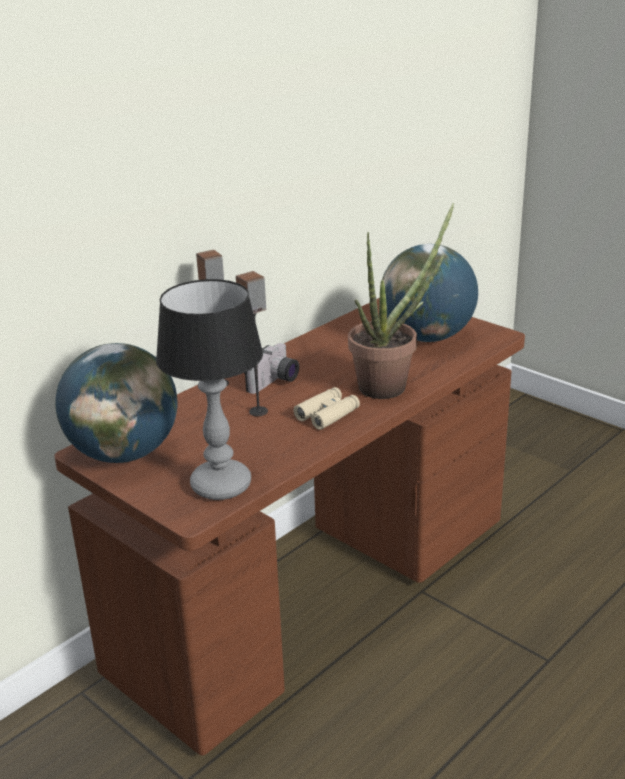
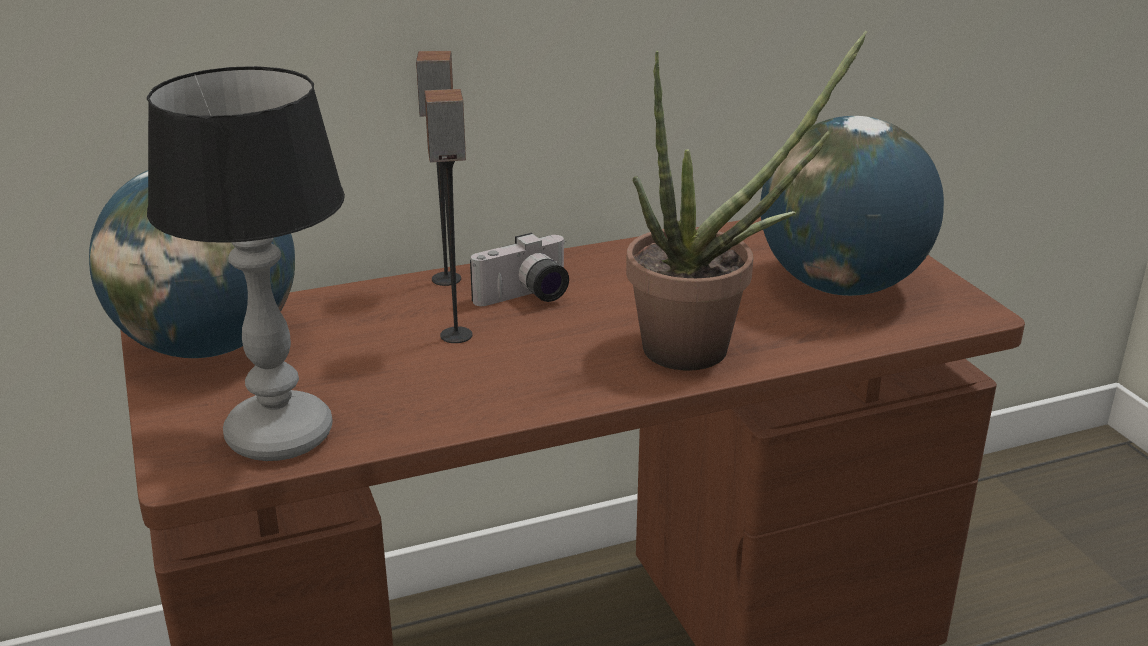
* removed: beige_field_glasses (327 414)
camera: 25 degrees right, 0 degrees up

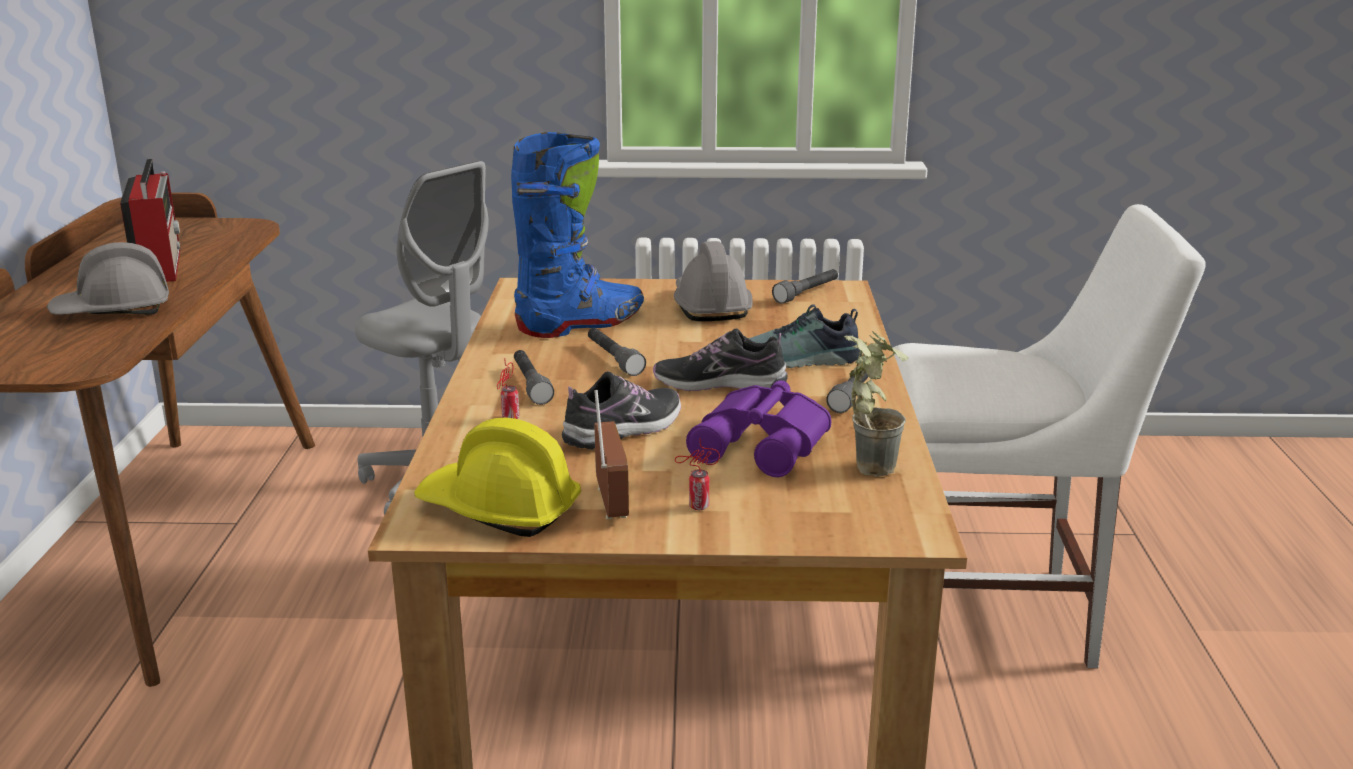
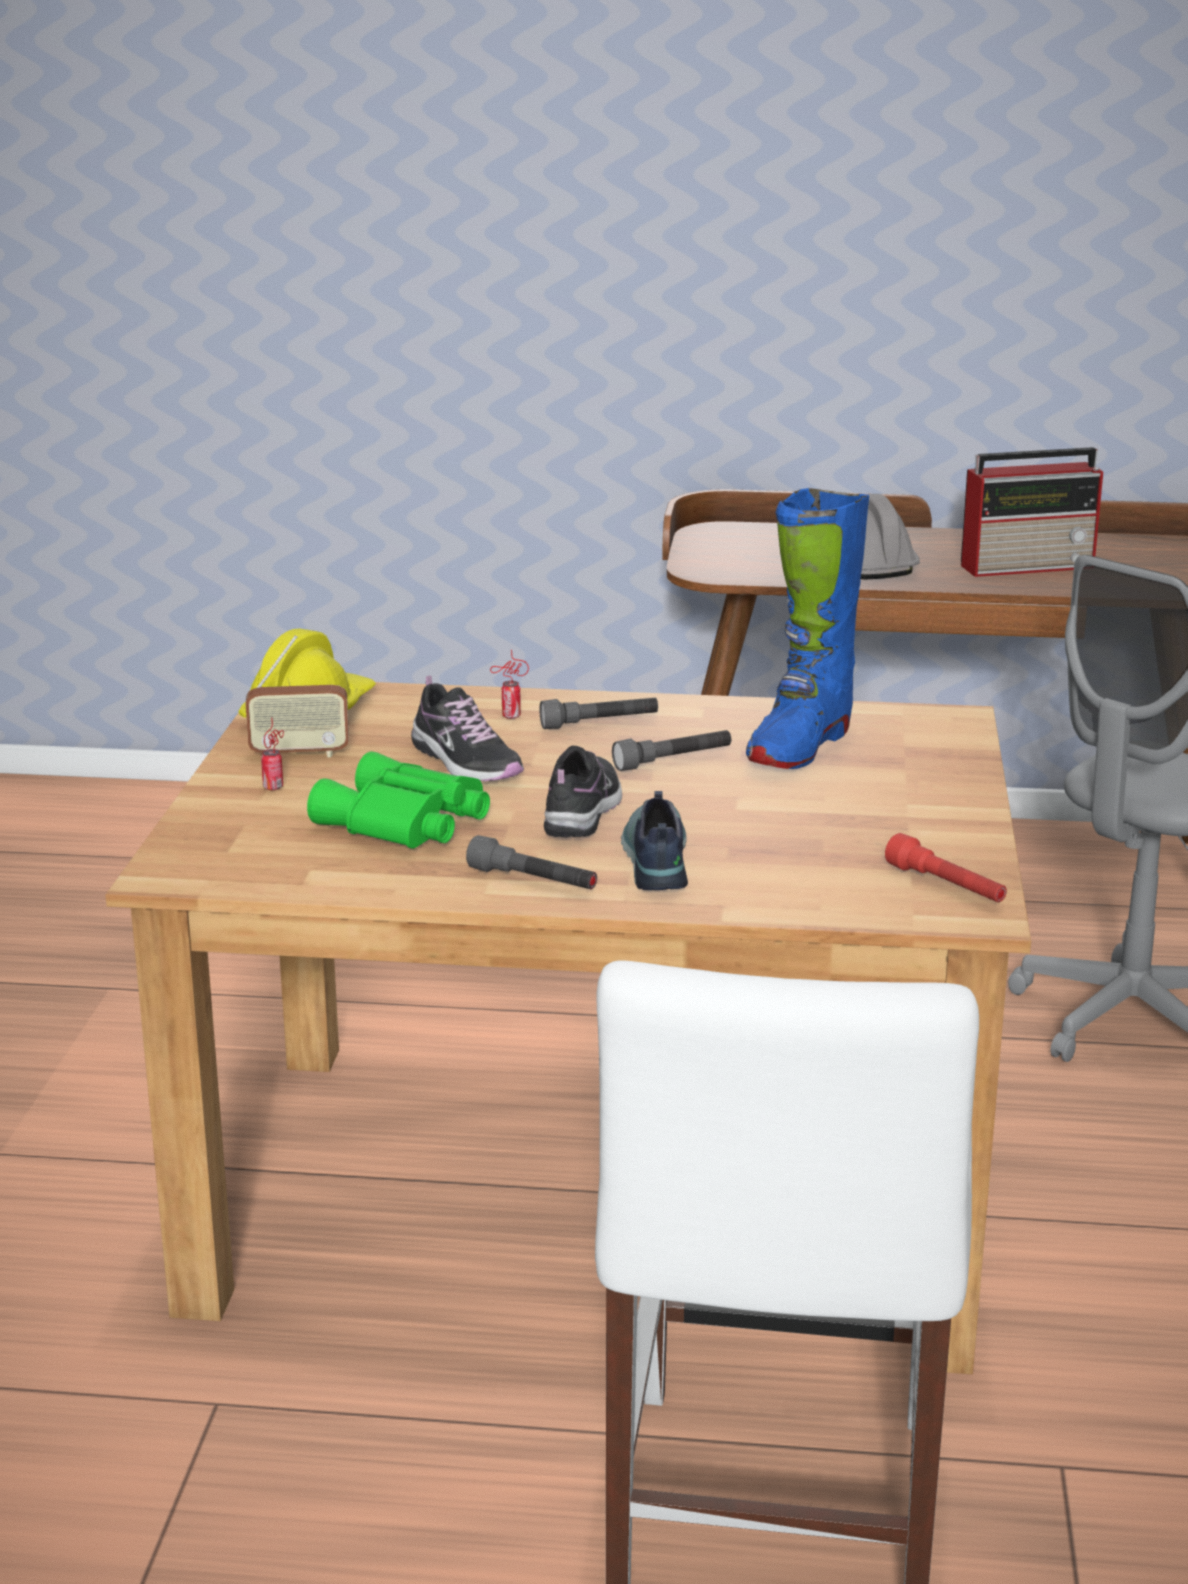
* recoloured: purplish_field_glasses (765 444) to greenish_field_glasses (404 823)
* turned: blue_tall_boot (581 324) = (800 747) 60 degrees clockwise
* recoloured: grey_hand_torch (807 293) to reddish_hand_torch (946 886)
* removed: grey_work_helmet (710 306)
* removed: houseplant (867 464)
camera: 95 degrees right, 0 degrees up

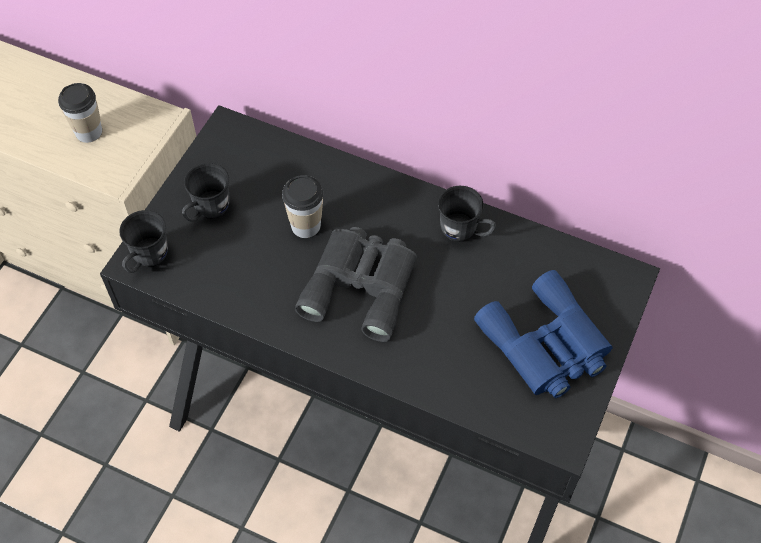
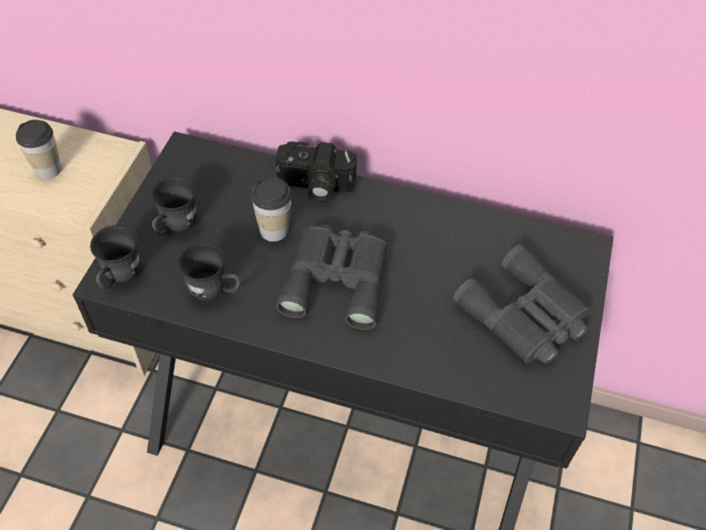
* moved: grey_mug (465 233) to (215 291)
* added: still_camera (314 186)
* recoloured: blue_field_glasses (546 346) to grey_field_glasses (525 317)
camera: 10 degrees left, 5 degrees down

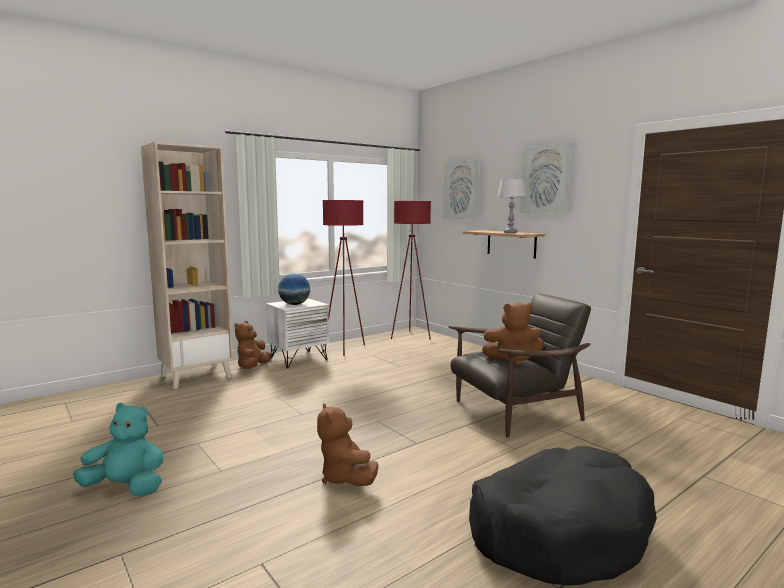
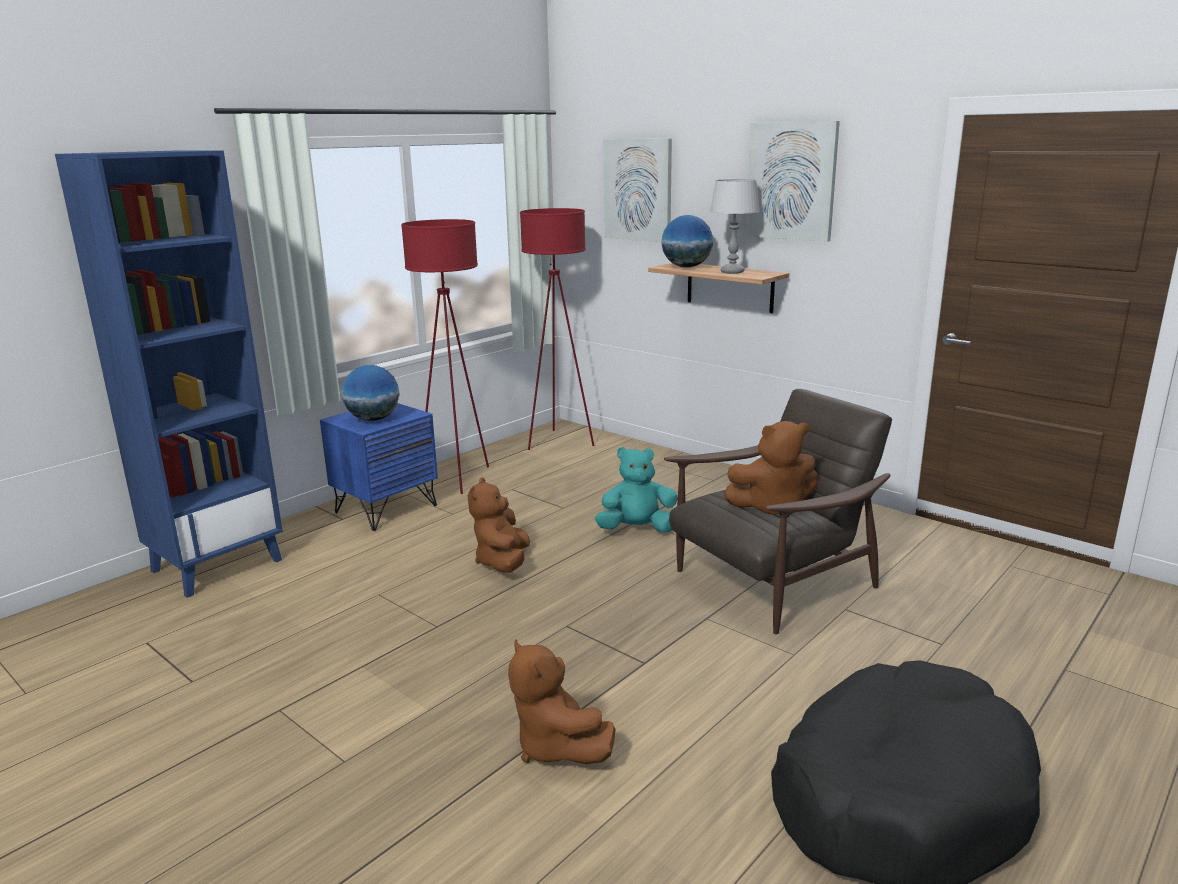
* recoloured: beige_bookshelf (196 376) to blue_bookshelf (217 565)
* recoloured: whitish_bedside_table (298 359) to blue_bedside_table (386 509)
* moved: brown-coloured_soft_toy (252 367) to (502 562)
* moved: turquoise_soft_toy (126 488) to (637 529)
* added: desk_globe (686 267)
camera: 10 degrees left, 10 degrees up

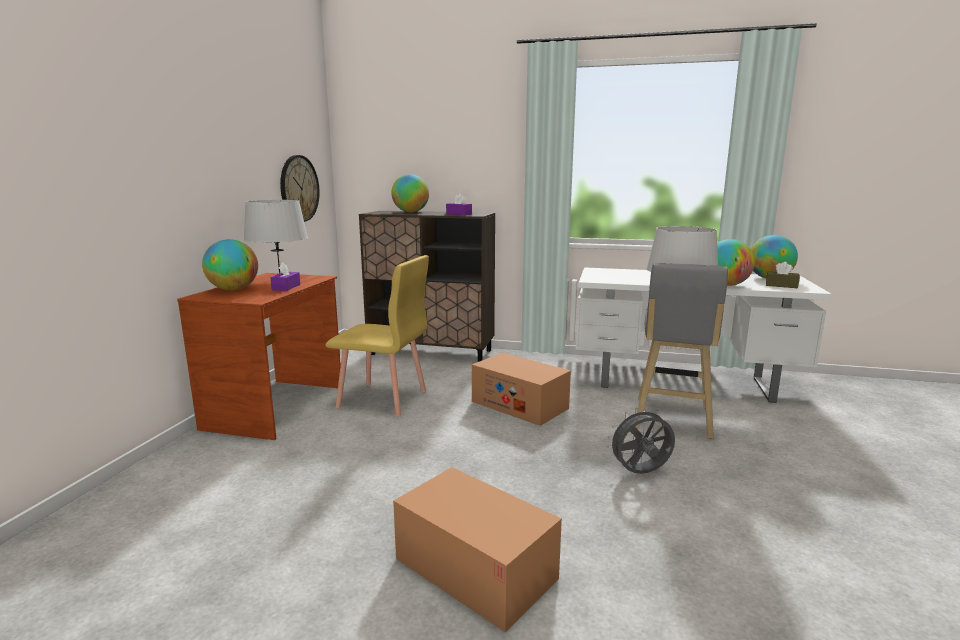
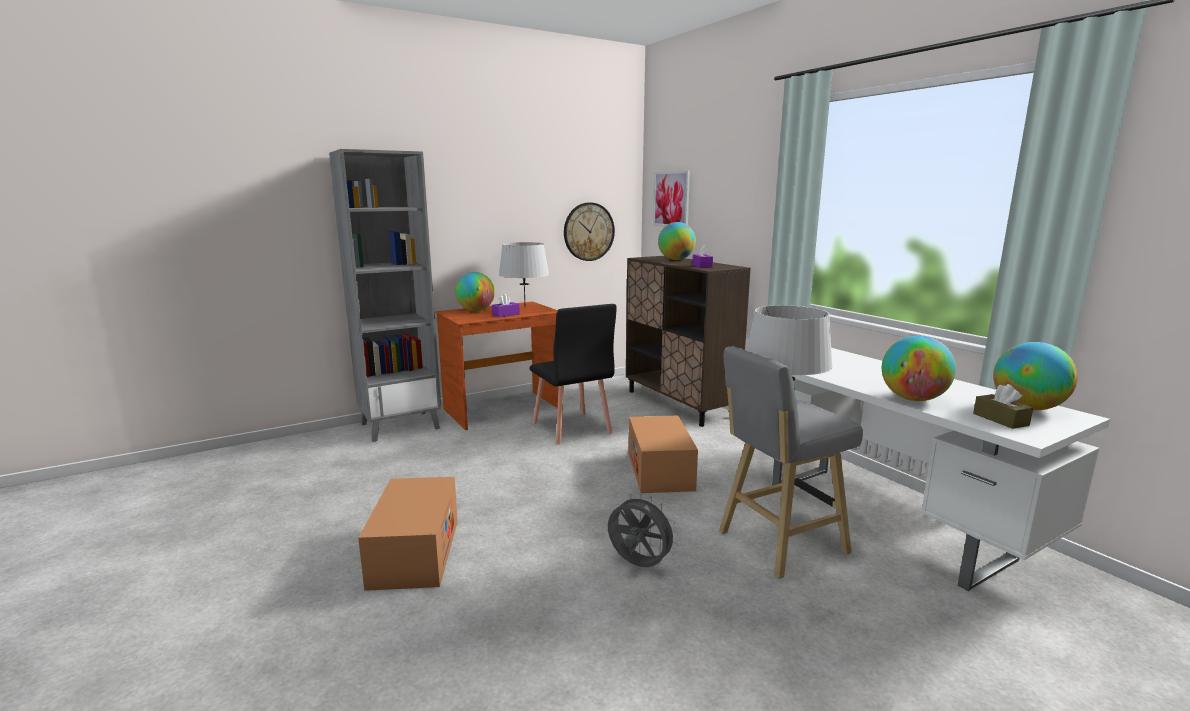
* added: grey_bookshelf (400 426)
* recoloured: yellow-coloured_plain_chair (383 399) to black-coloured_plain_chair (571 428)
* added: wall_art (671 199)
camera: 45 degrees right, 0 degrees up

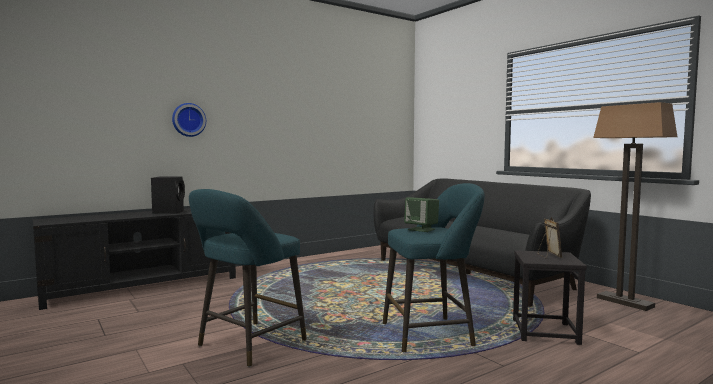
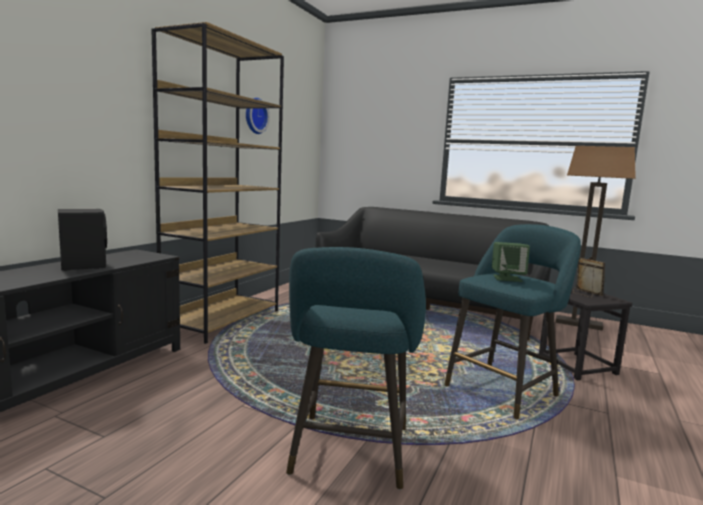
* added: brown-coloured_bookshelf (223 320)
* moved: clock_on_the_wall (188 120) to (254 116)
camera: 30 degrees left, 5 degrees up

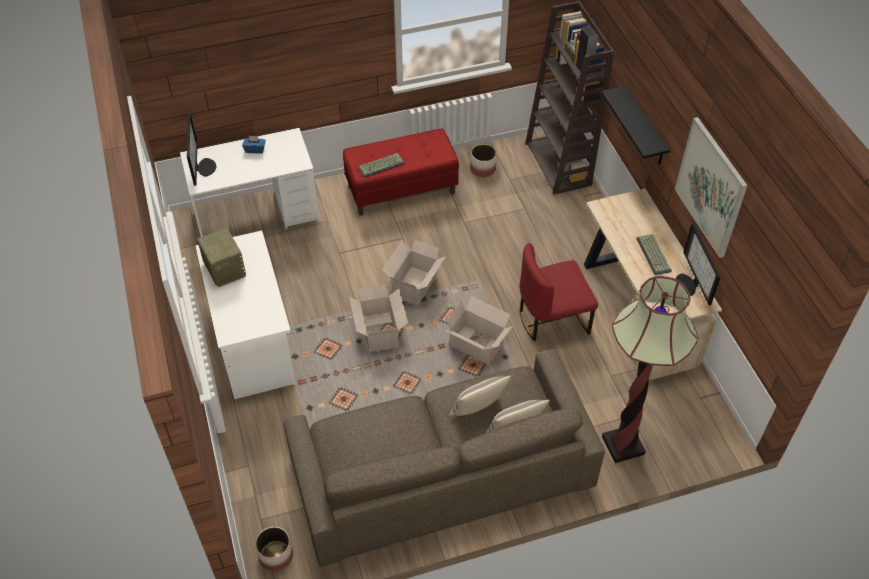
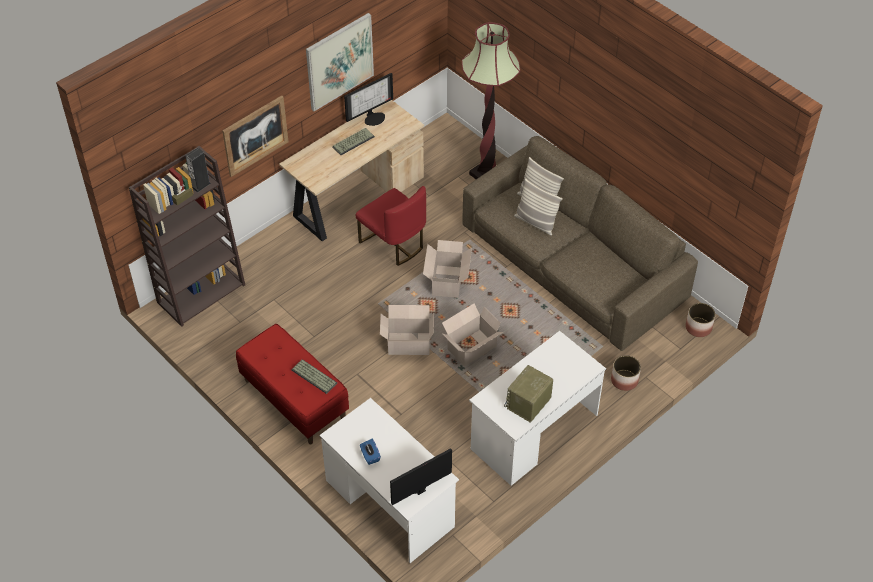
* replaced: black-coloured_shelf (645 127) to wall_art (255 135)
* moved: plant_pot (483 169) to (624 380)
camera: 115 degrees left, 0 degrees up

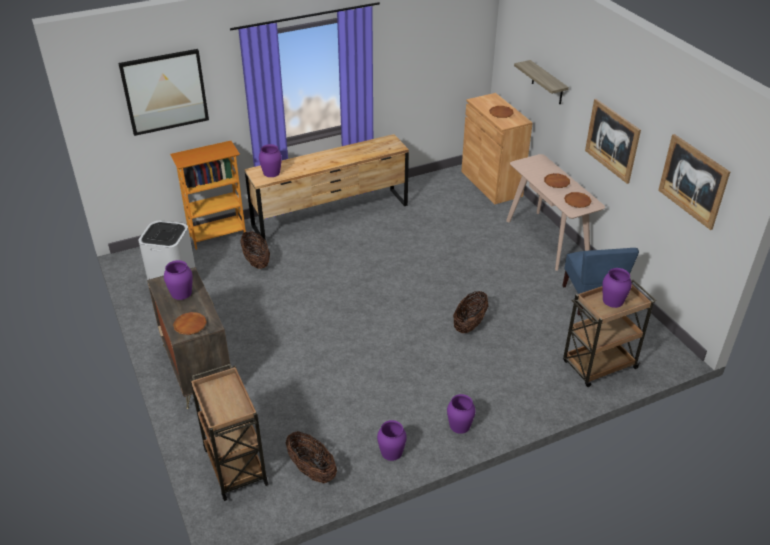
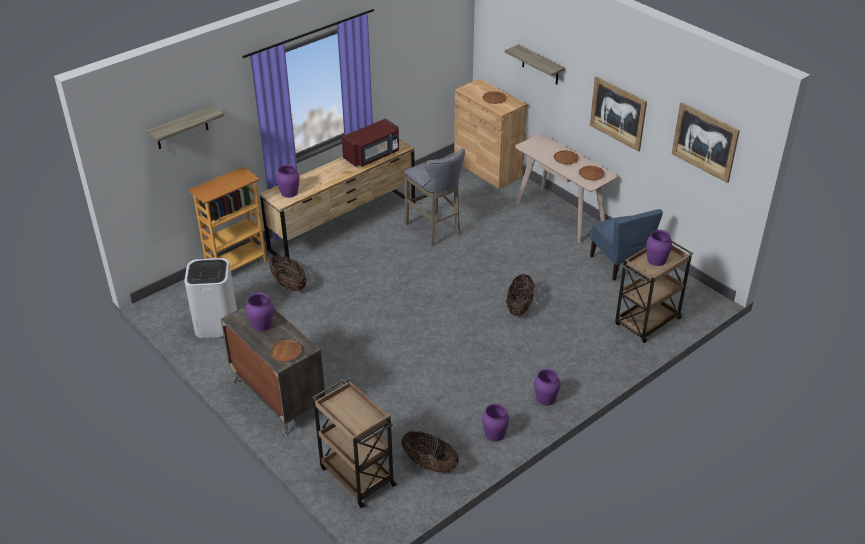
* replaced: wall_art (165 91) to shelf (182 128)
* added: reddish_microwave_oven (372 155)
* added: grey_sitting_stool (435 230)
camera: 15 degrees left, 0 degrees up

